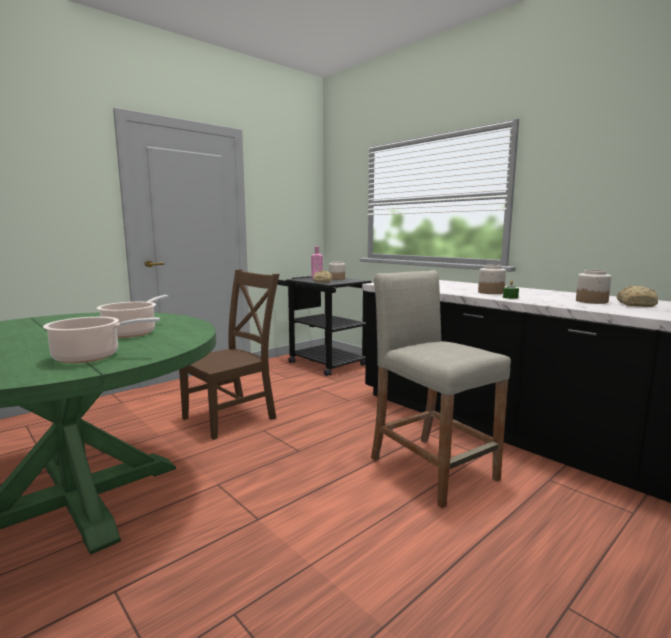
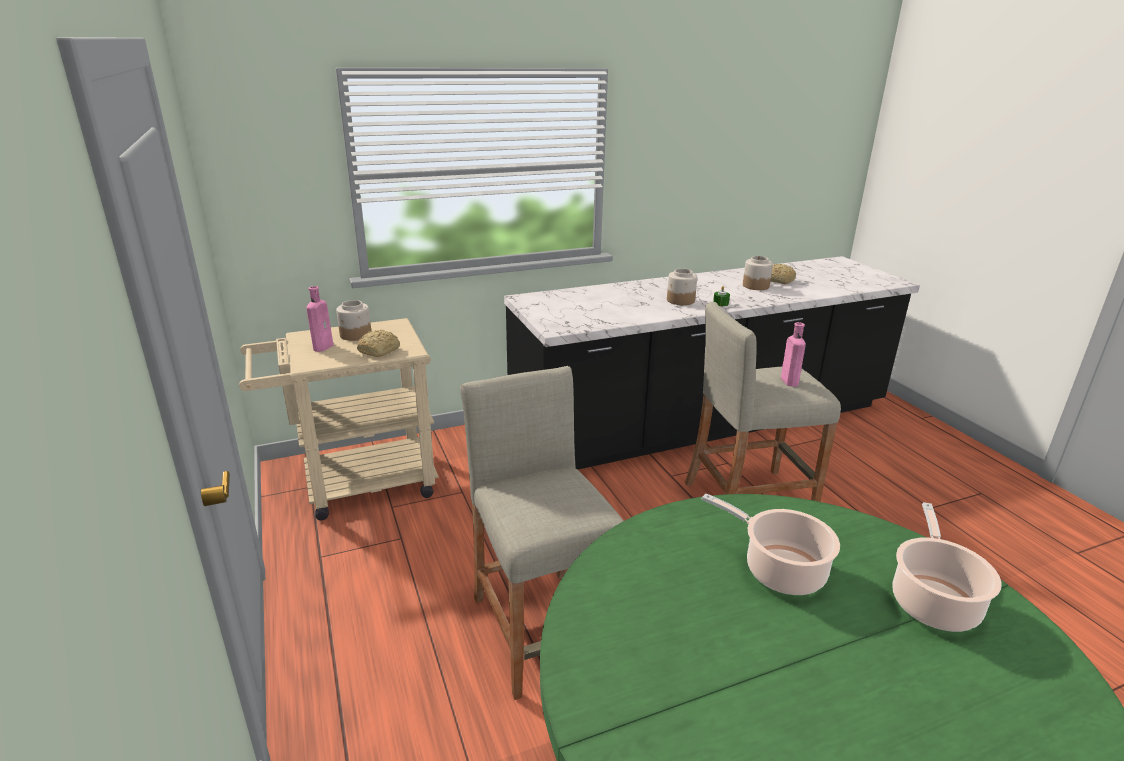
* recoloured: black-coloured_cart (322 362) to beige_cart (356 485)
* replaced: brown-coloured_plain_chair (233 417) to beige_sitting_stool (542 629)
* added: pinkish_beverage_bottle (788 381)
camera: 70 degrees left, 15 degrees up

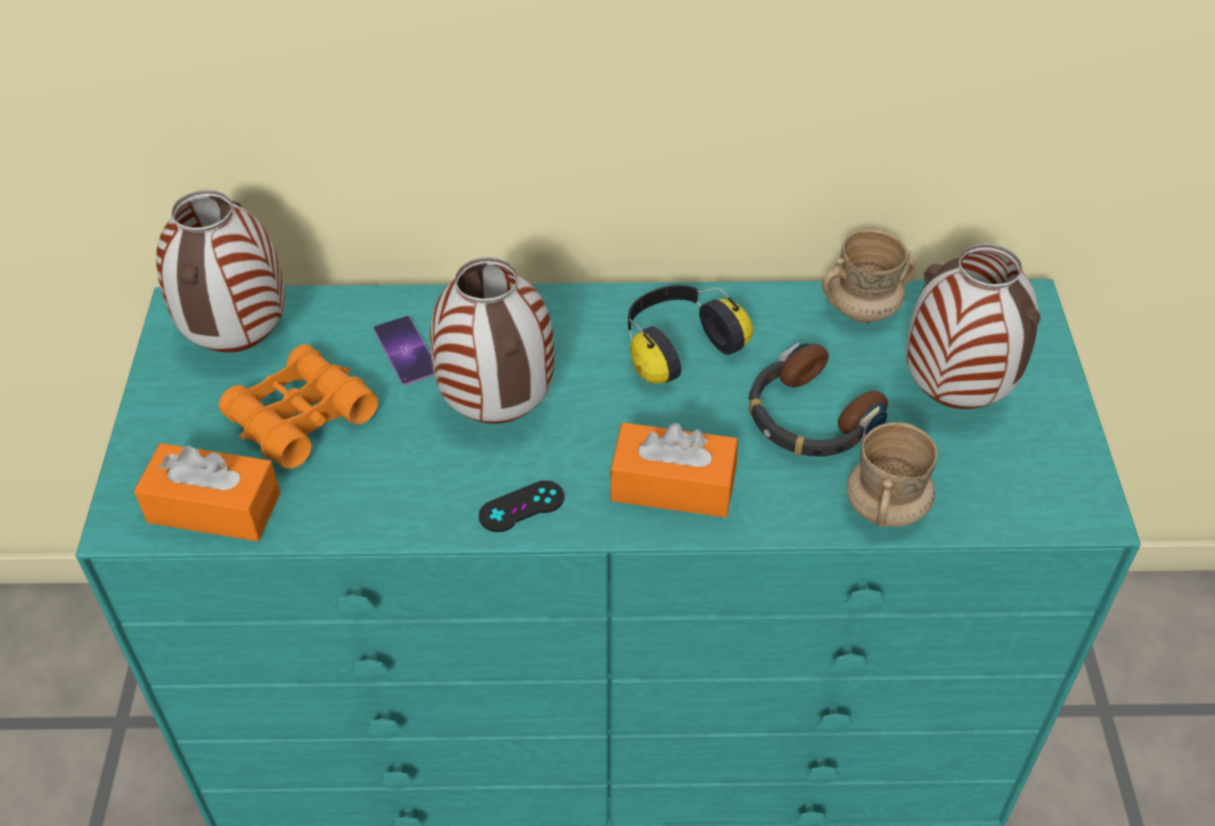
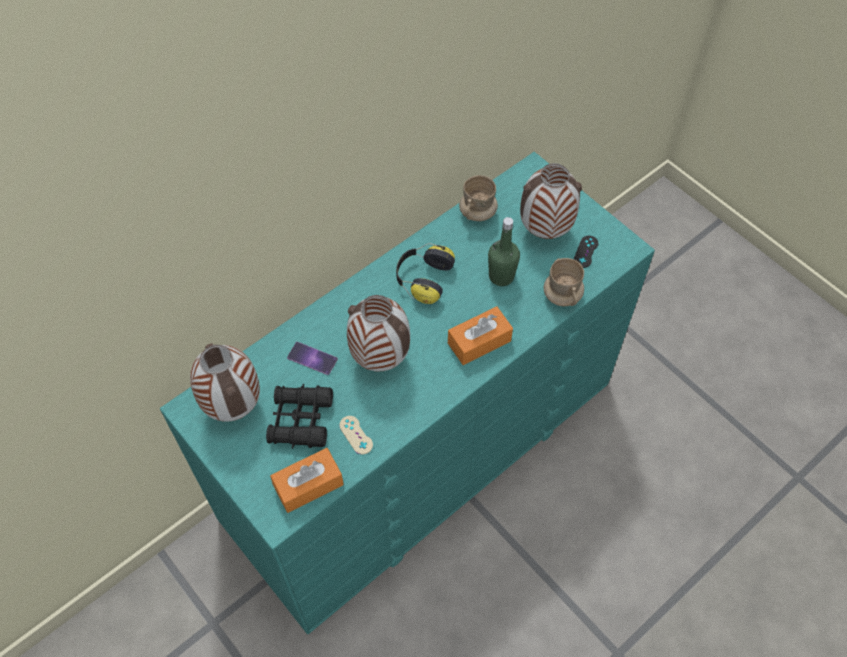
* recoloured: orange-coloured_field_glasses (300 417) to black-coloured_field_glasses (300 420)
* added: beige_joypad (356 435)
* replaced: headset (809 417) to greenish_beverage_bottle (501 276)
* moved: black-coloured_joypad (521 507) to (586 252)
camera: 40 degrees left, 10 degrees up

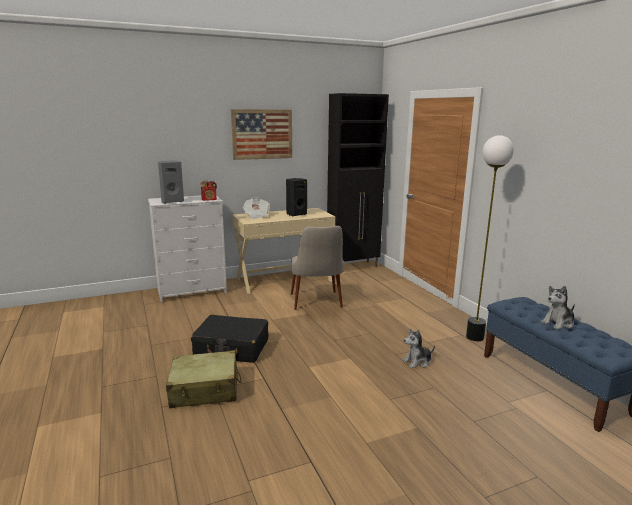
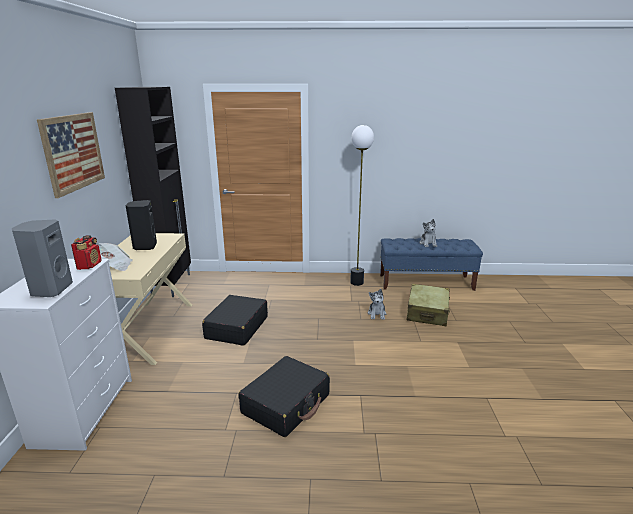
* replaced: beige_plain_chair (317 304) to black-coloured_piece_of_luggage (236 328)
* moved: beige_piece_of_luggage (205 389) to (427 312)
camera: 65 degrees left, 5 degrees up

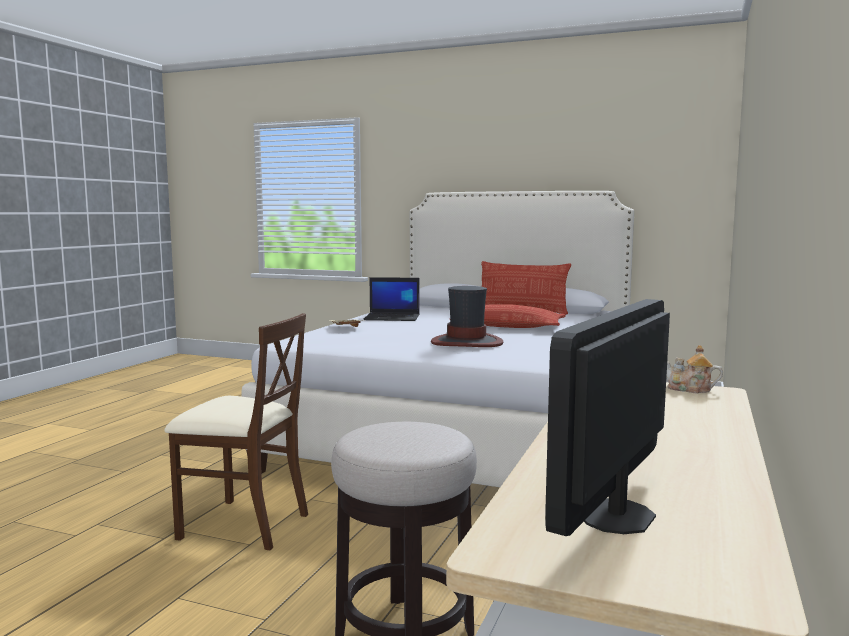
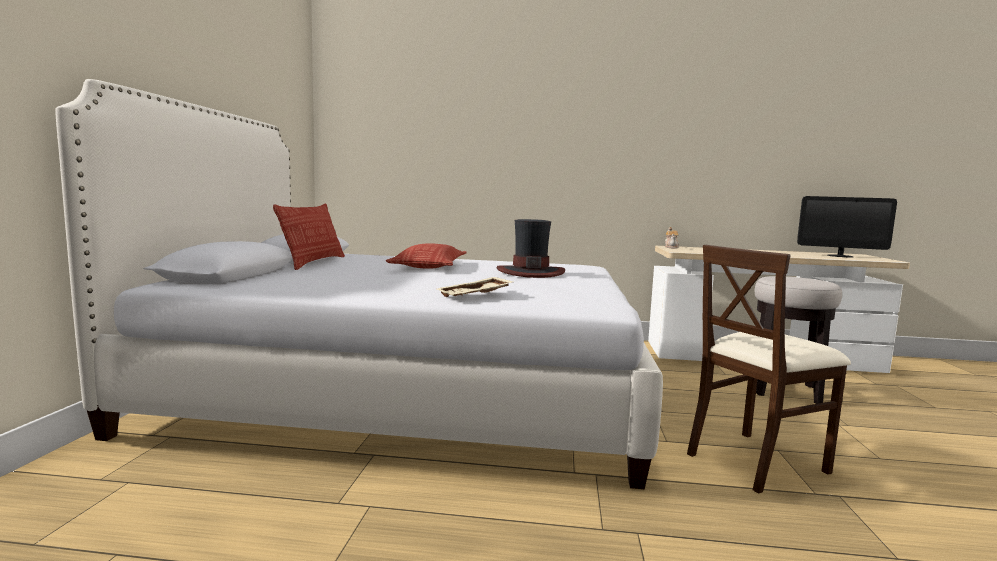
* turned: beige_plain_chair (243 525) = (755 461) 120 degrees counterclockwise
* removed: portable_computer (393 317)
camera: 105 degrees left, 0 degrees up

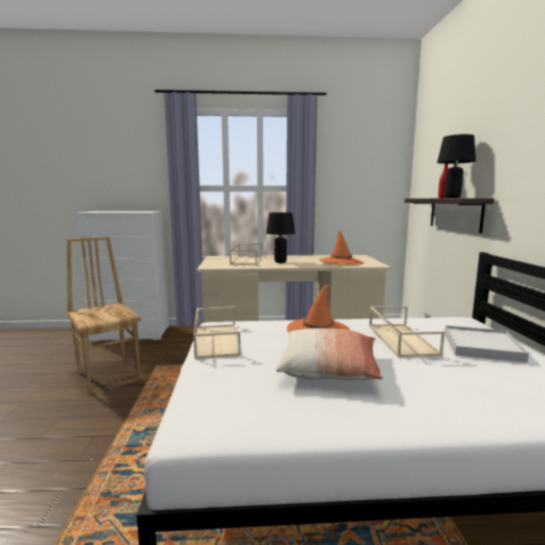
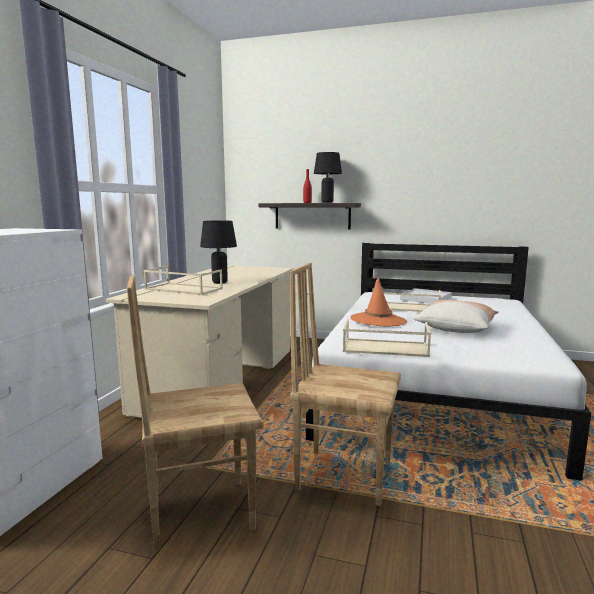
* added: brown-coloured_plain_chair (343 475)
* removed: orange-coloured_wearable_hat (341 262)
camera: 70 degrees left, 0 degrees up

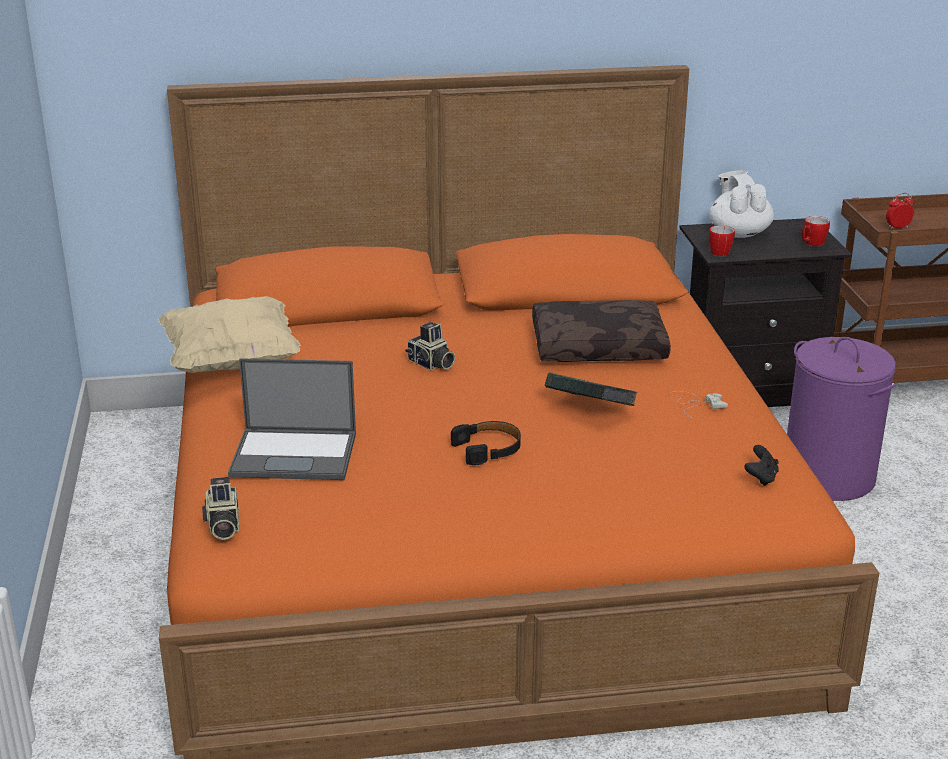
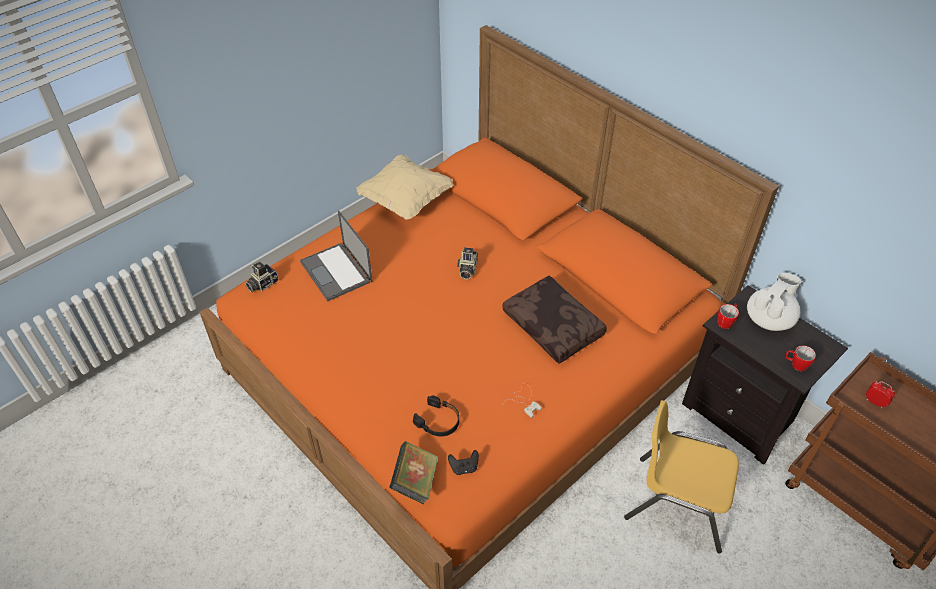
* moved: bound_book (589 411) to (415 481)
* moved: black-coloured_headset (488 449) to (438 421)
* replaced: purplish_laundry_basket (827 476) to yellow-coloured_plain_chair (678 502)
camera: 55 degrees right, 20 degrees up

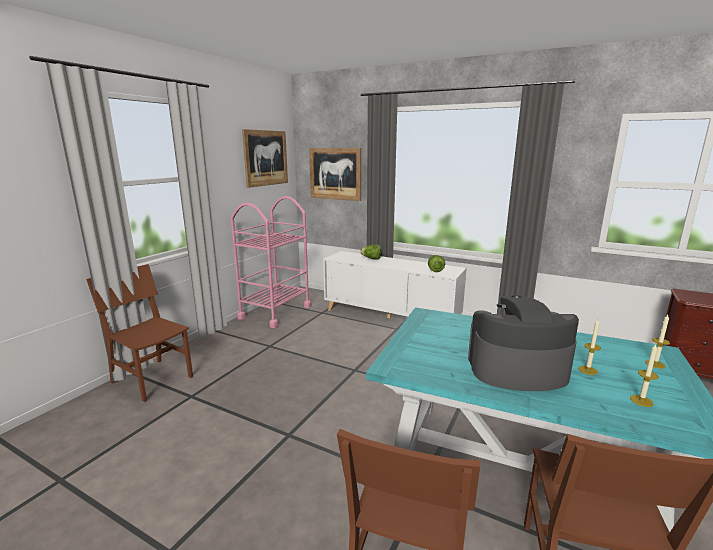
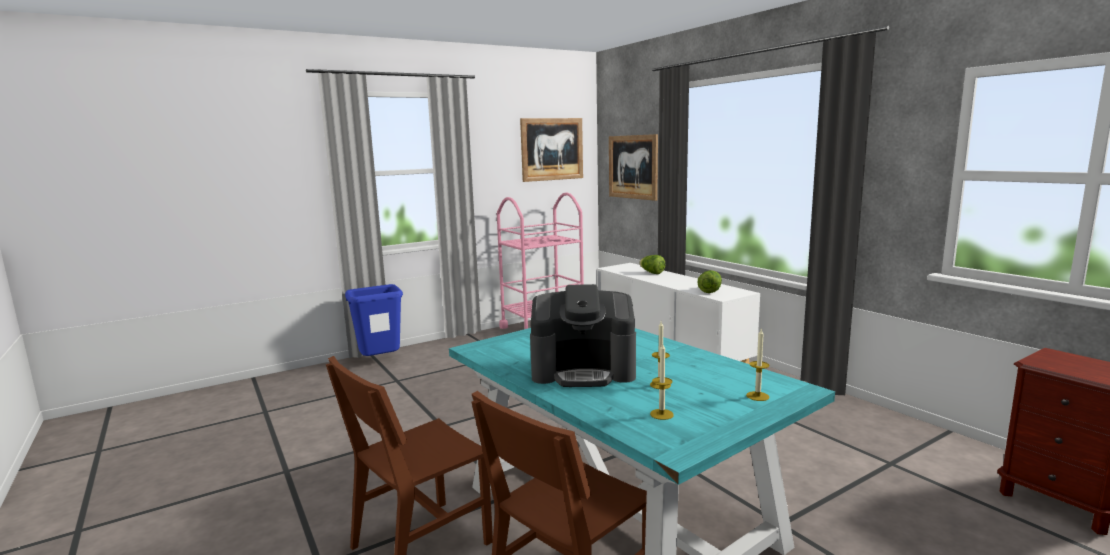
* replaced: brown-coloured_plain_chair (152 379) to blue_trash_can (381 362)
* turned: coffee_machine (516 369) = (584 370) 150 degrees clockwise
camera: 30 degrees right, 5 degrees down

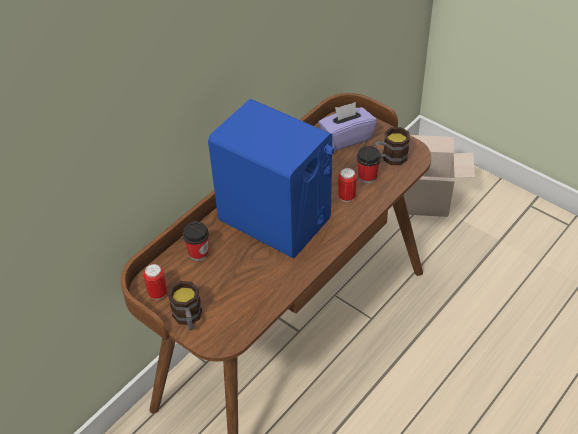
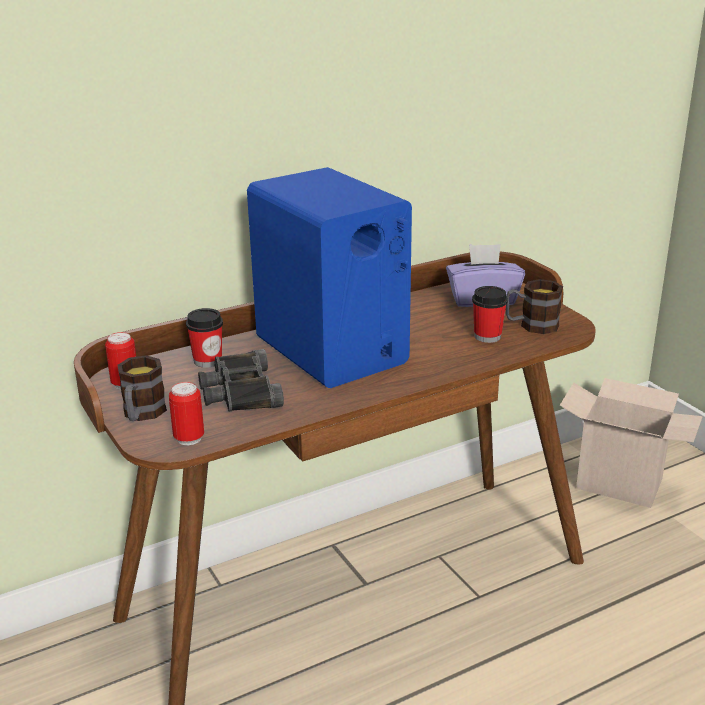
* moved: metal_can (346 197) to (189 438)
* added: black-coloured_field_glasses (240 391)
camera: 20 degrees right, 20 degrees down

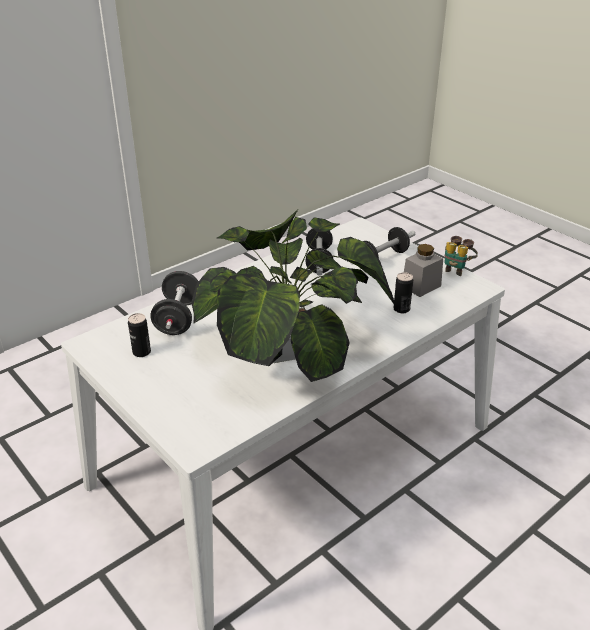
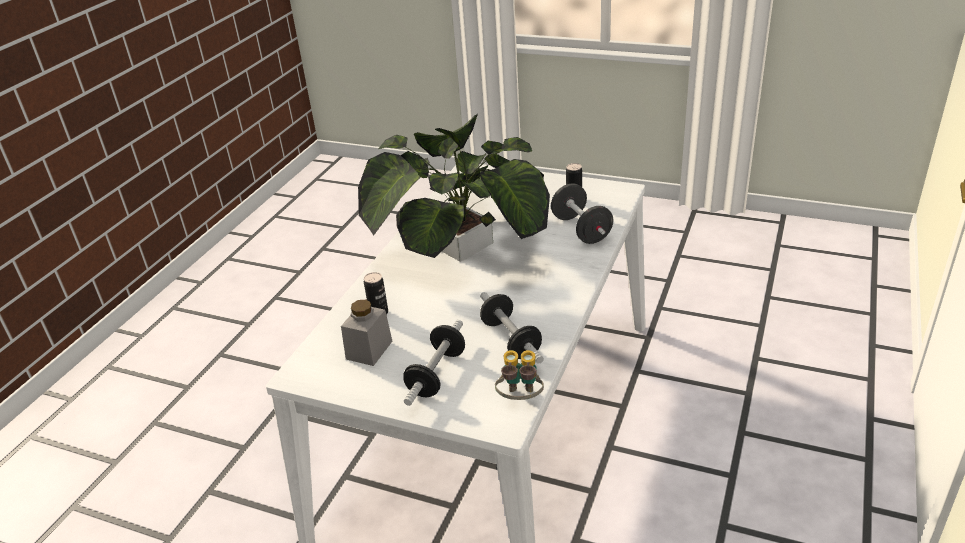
* moved: field_glasses (456 269) to (520 399)
camera: 155 degrees right, 0 degrees up

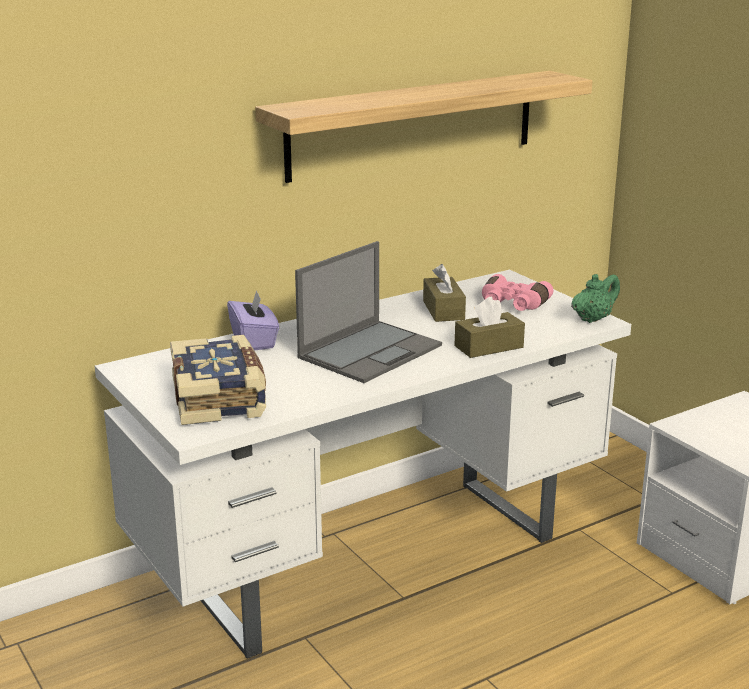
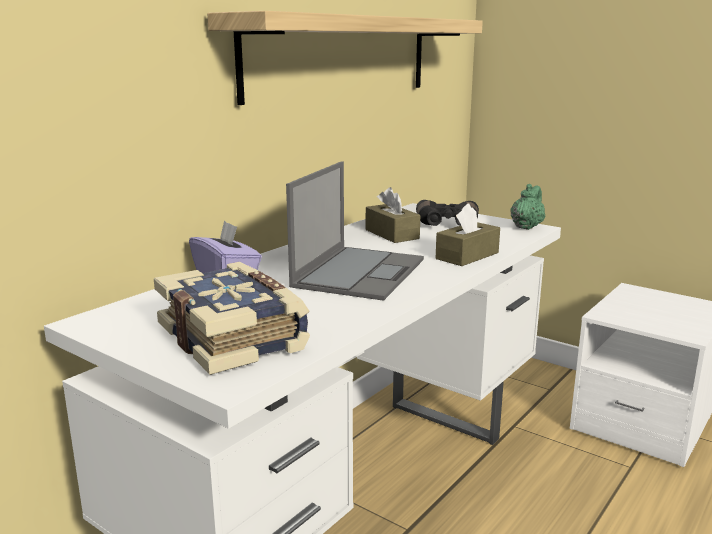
* recoloured: pinkish_field_glasses (512 304) to black-coloured_field_glasses (447 224)
camera: 20 degrees left, 5 degrees down

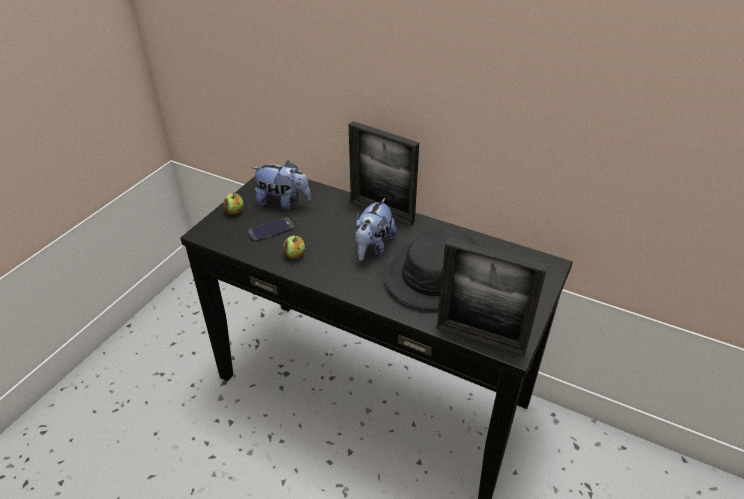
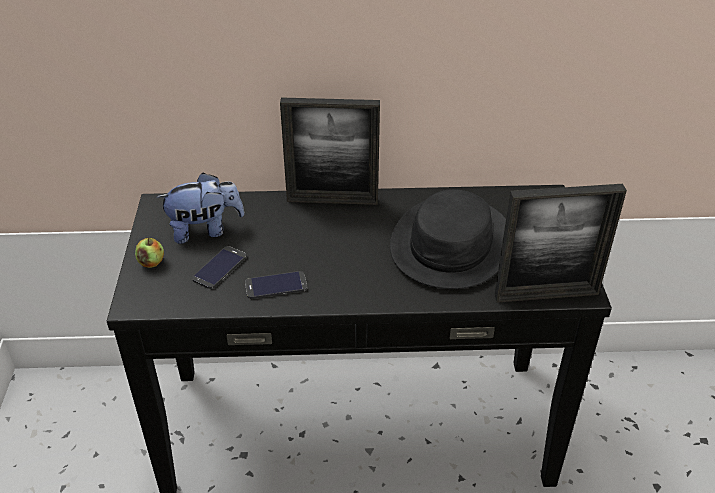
* replaced: apple (295 255) to handset (276 285)
* removed: soft_toy (373 248)
camera: 30 degrees left, 0 degrees up

